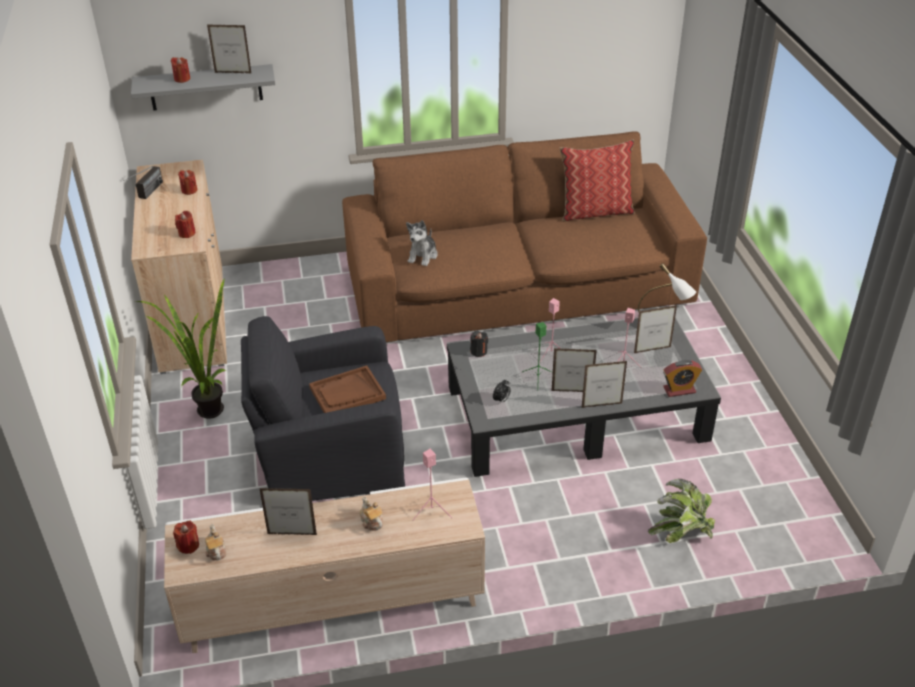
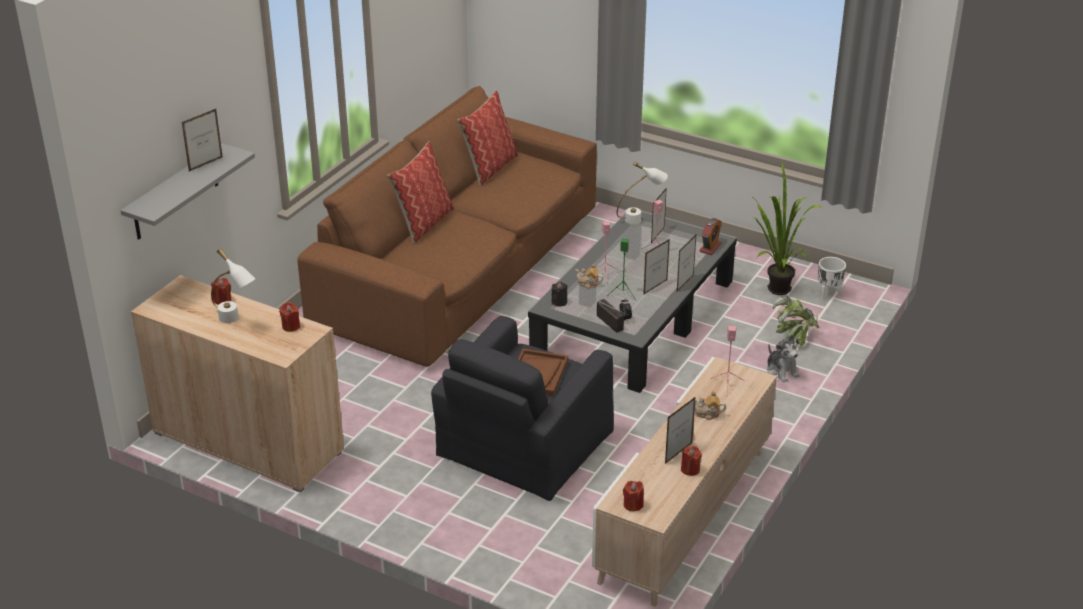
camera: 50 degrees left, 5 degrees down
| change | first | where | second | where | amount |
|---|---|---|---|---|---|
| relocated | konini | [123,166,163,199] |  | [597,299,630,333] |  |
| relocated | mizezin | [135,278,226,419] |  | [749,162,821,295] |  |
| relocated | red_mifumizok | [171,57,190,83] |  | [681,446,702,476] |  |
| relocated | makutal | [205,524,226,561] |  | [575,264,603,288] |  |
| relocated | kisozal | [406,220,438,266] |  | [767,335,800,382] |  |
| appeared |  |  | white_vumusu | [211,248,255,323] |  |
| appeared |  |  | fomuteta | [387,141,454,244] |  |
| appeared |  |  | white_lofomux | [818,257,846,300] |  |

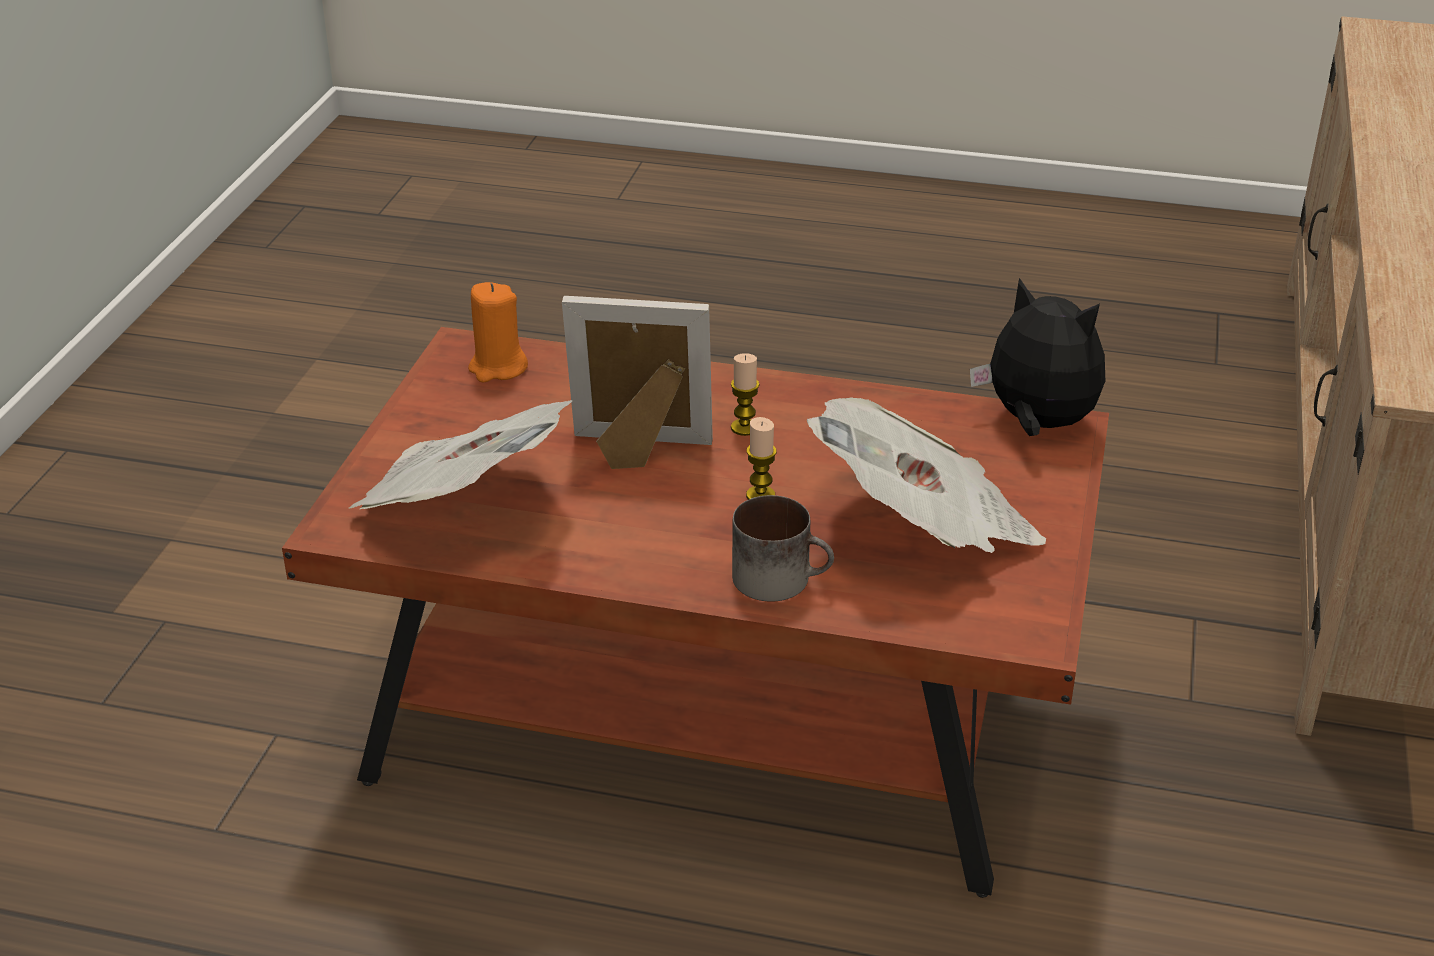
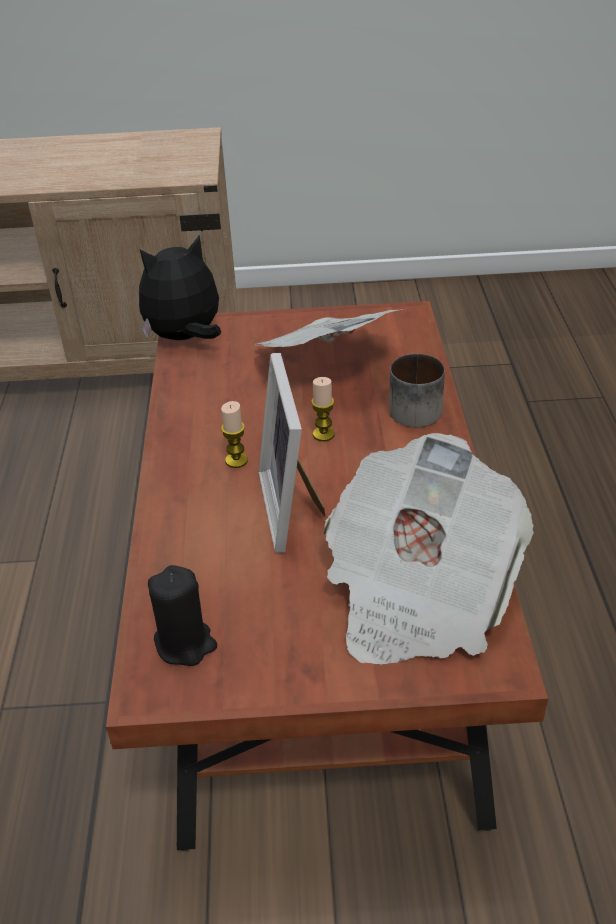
camera: 105 degrees left, 5 degrees up
| change | first | where | second | where | amount |
|---|---|---|---|---|---|
| colour | orange_mifumizok | [468,282,528,383] | black_mifumizok | [148,565,217,666] |  |
| spun | kisozal | [970,278,1105,436] |  | [139,235,221,340] | 45 degrees clockwise |

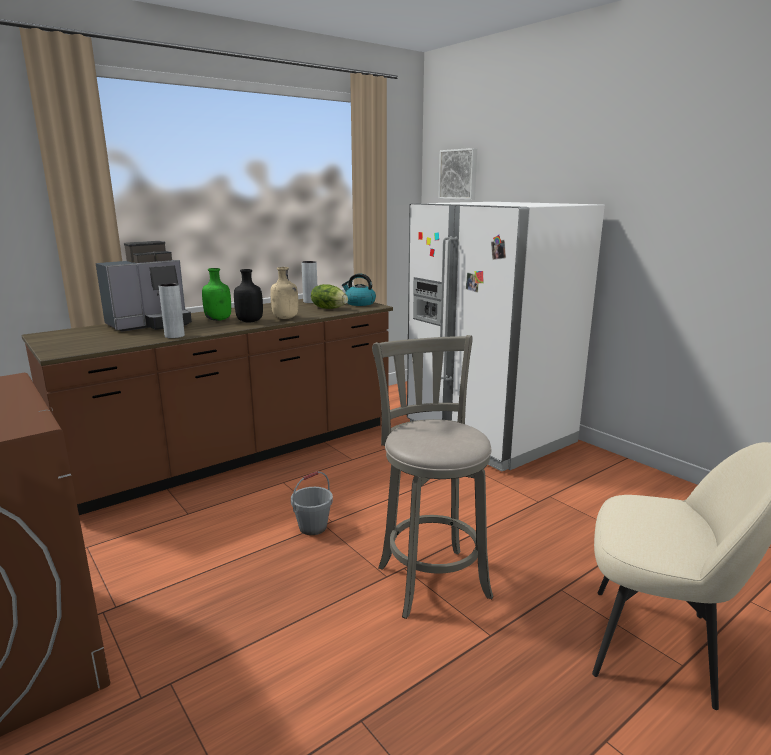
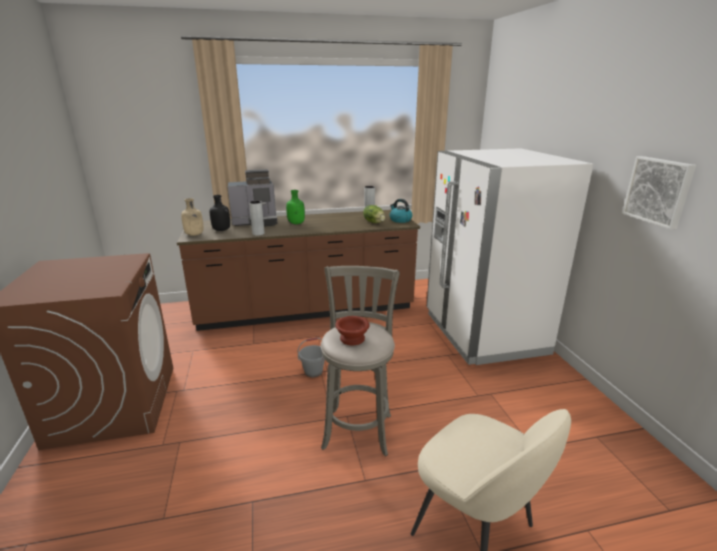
camera: 25 degrees right, 5 degrees up
| change | first | where | second | where | amount |
|---|---|---|---|---|---|
| relocated | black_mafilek | [234,269,263,322] |  | [210,195,230,231] |  |
| relocated | beige_mafilek | [270,267,298,319] |  | [181,198,203,236] |  |
| relocated | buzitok | [438,148,477,200] |  | [622,156,696,229] |  |
| appeared |  |  | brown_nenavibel | [335,316,369,345] |  |

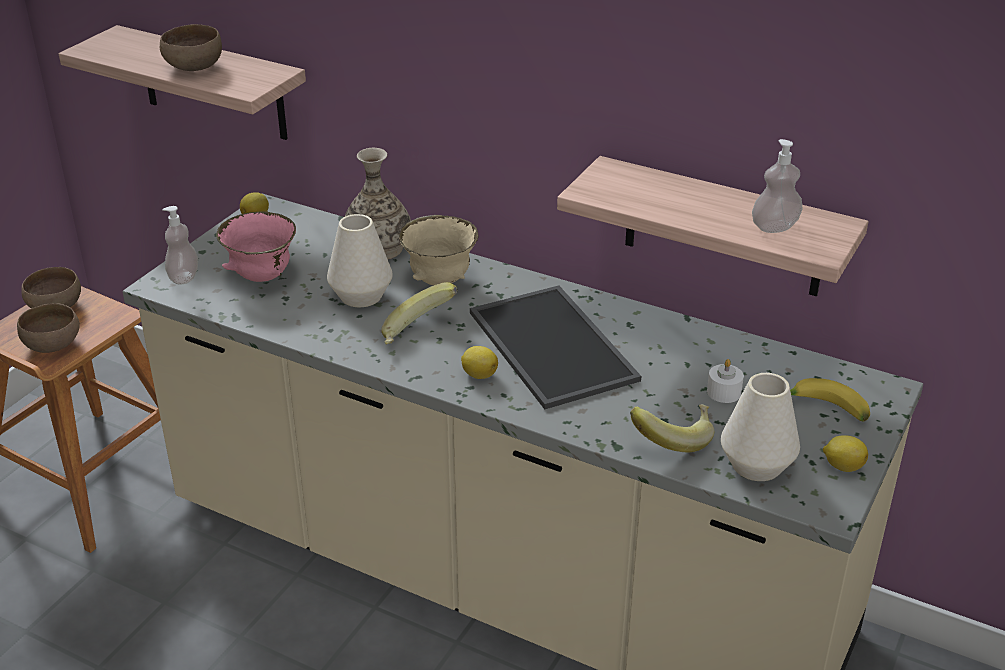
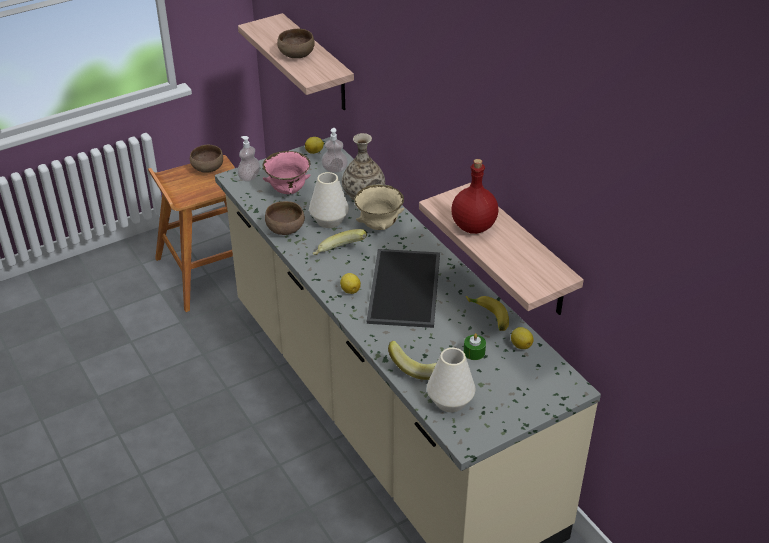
camera: 30 degrees right, 5 degrees up
| change | first | where | second | where | amount |
|---|---|---|---|---|---|
| relocated | brown_nenavibel | [17,303,80,353] |  | [265,201,305,235] |  |
| colour | white_mifumizok | [707,359,744,403] | green_mifumizok | [464,333,486,360] |  |
| relocated | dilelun | [752,139,802,233] |  | [321,128,348,173] |  |
| relocated | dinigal | [790,378,870,422] |  | [466,296,509,331] |  |
| relocated | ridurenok | [823,435,868,472] |  | [511,327,534,349] |  |
| appeared |  |  | red_mafilek | [451,159,498,234] |  |

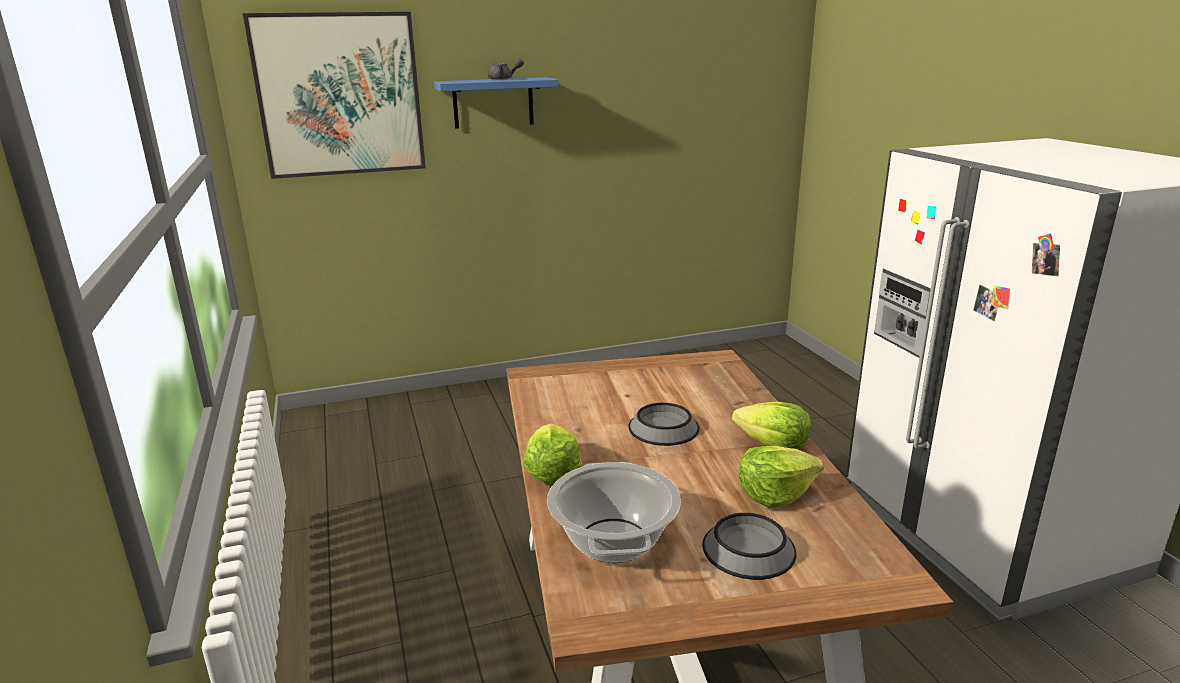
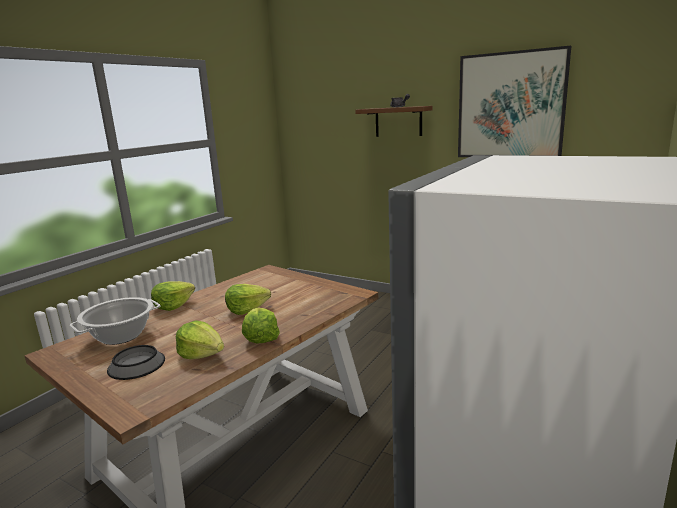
camera: 50 degrees right, 5 degrees down
| change | first | where | second | where | amount |
|---|---|---|---|---|---|
| relocated | buzitok | [243,12,426,179] |  | [458,46,571,157] |  |
| colour | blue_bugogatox | [434,77,559,129] | brown_bugogatox | [355,106,433,137] |  |
| exchanged | nenavibel | [628,403,699,446] | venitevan | [225,284,271,315] |  |

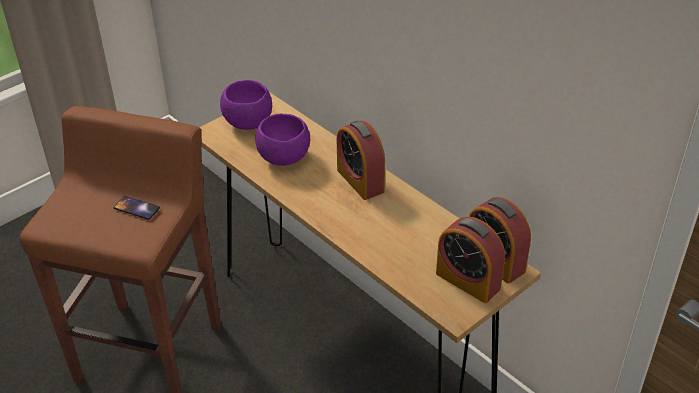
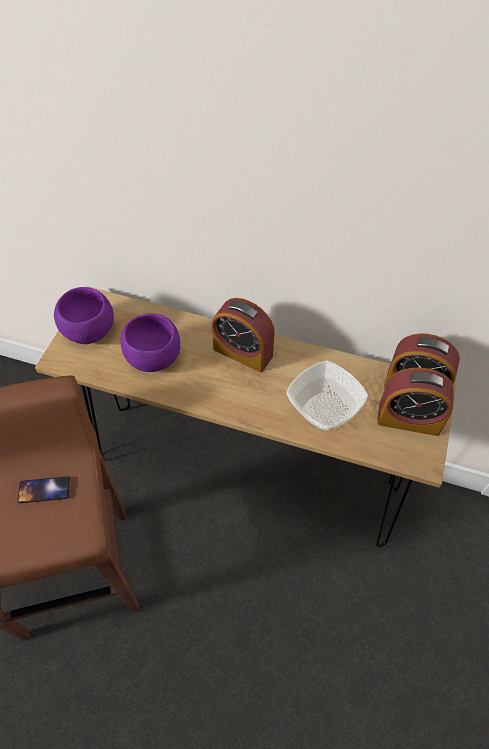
camera: 30 degrees left, 15 degrees up
| change | first | where | second | where | amount |
|---|---|---|---|---|---|
| appeared |  |  | nenavibel | [286,360,368,431] |  |

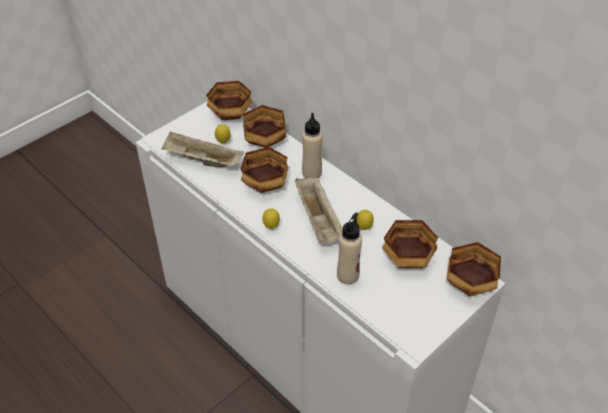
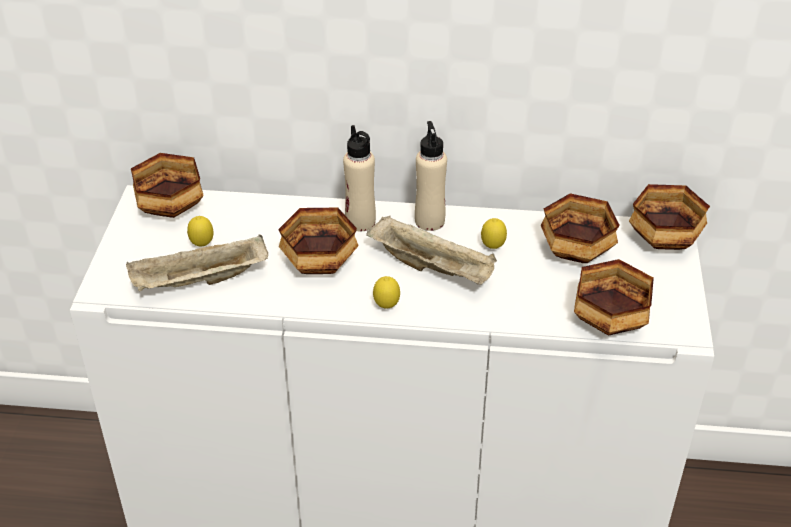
camera: 40 degrees left, 5 degrees down
| change | first | where | second | where | amount |
|---|---|---|---|---|---|
| relocated | nenavibel | [243,105,286,148] |  | [574,259,654,336] |  |
| relocated | beige_mafilek | [337,213,362,285] |  | [415,121,447,231] |  |

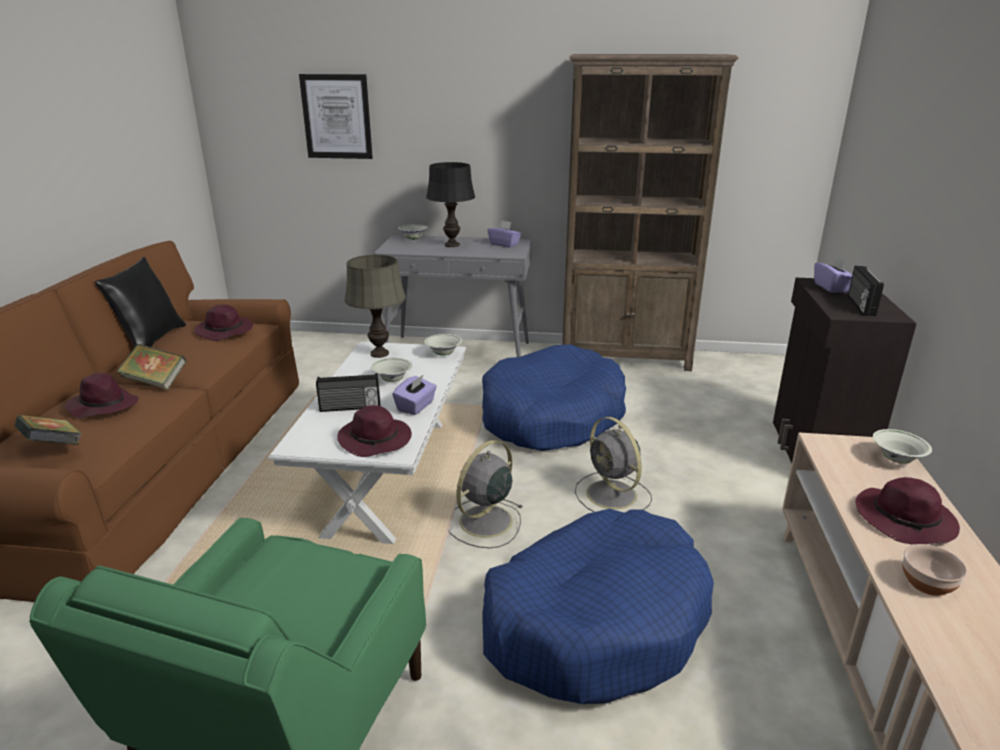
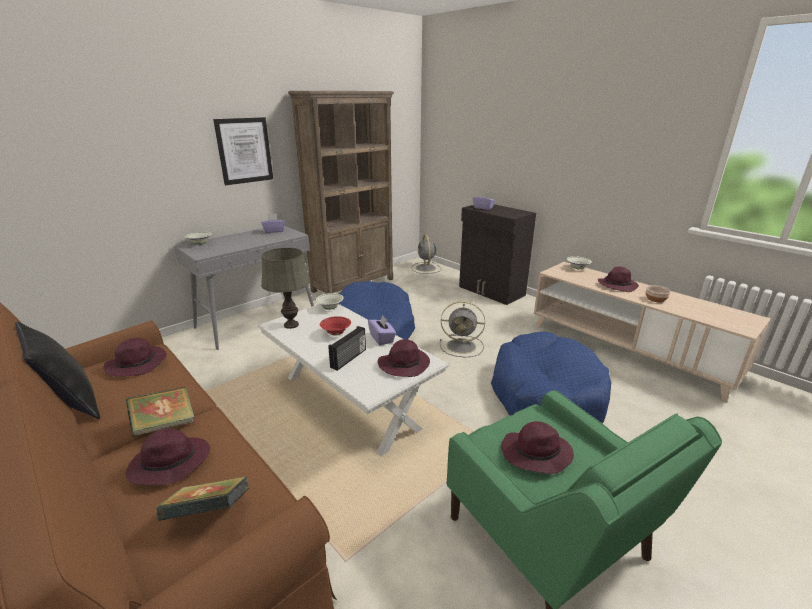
camera: 50 degrees left, 0 degrees up
| change | first | where | second | where | amount |
|---|---|---|---|---|---|
| relocated | buzitok | [299,74,373,159] |  | [213,117,273,185] |  |
| colour | white_nenavibel | [371,358,413,382] | red_nenavibel | [320,316,351,336] |  |
| missing | black_vumusu | [426,162,475,247] |  |  |  |
| relocated | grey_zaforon | [448,440,523,548] |  | [412,235,441,274] |  |
| missing | konini | [848,266,884,316] |  |  |  |
| appeared |  |  | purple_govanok | [501,421,574,474] |  |

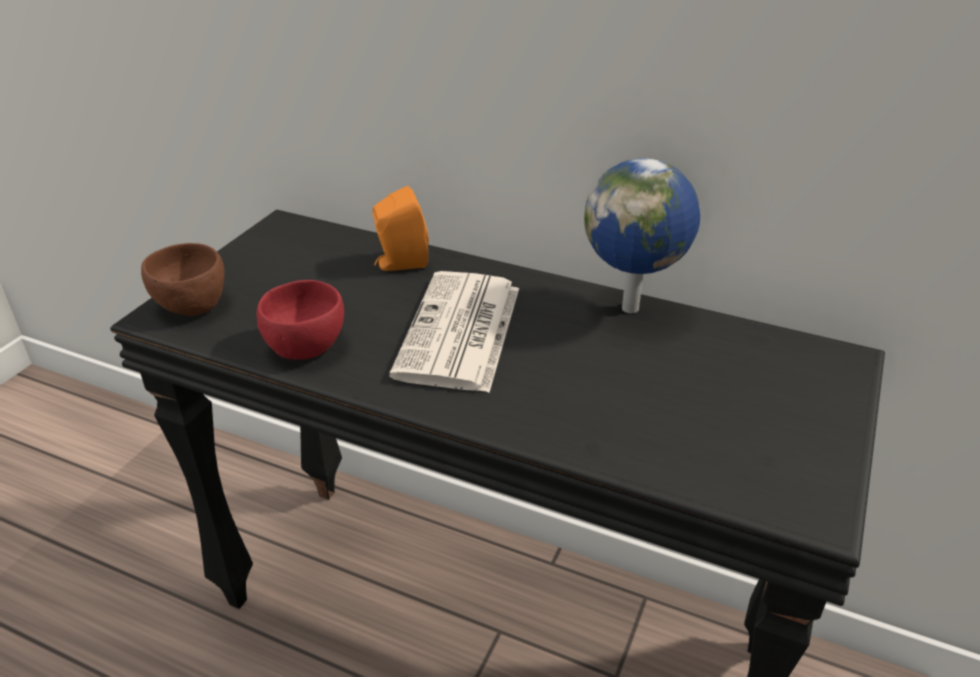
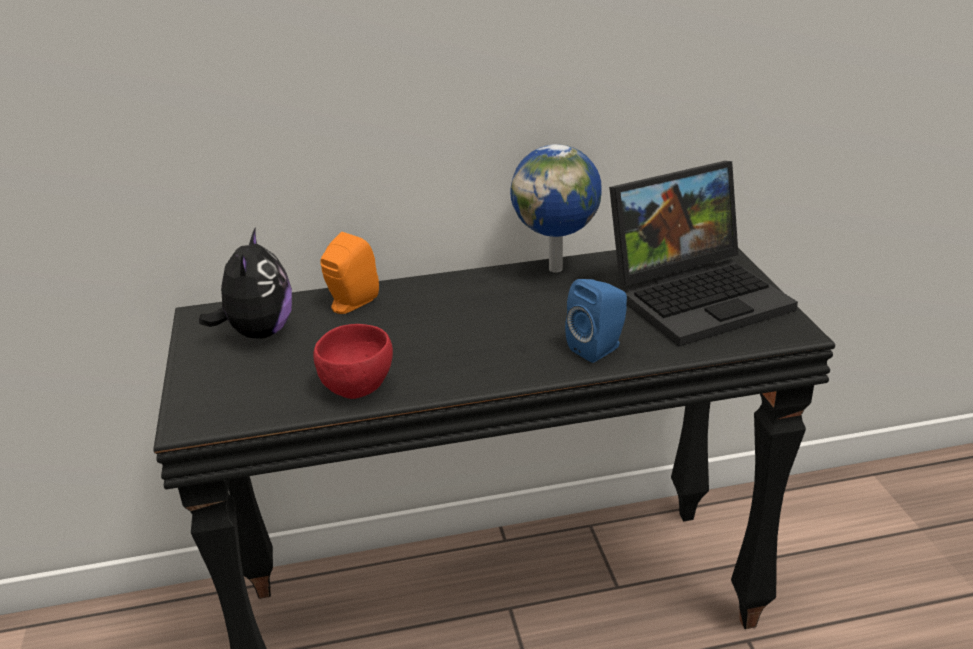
camera: 35 degrees left, 5 degrees down
| change | first | where | second | where | amount |
|---|---|---|---|---|---|
| missing | brown_nenavibel | [141,243,224,316] |  |  |  |
| missing | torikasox | [389,271,519,393] |  |  |  |
| appeared |  |  | kisozal | [199,227,292,339] |  |
| appeared |  |  | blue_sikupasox | [565,279,627,363] |  |
| appeared |  |  | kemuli | [609,161,798,346] |  |

